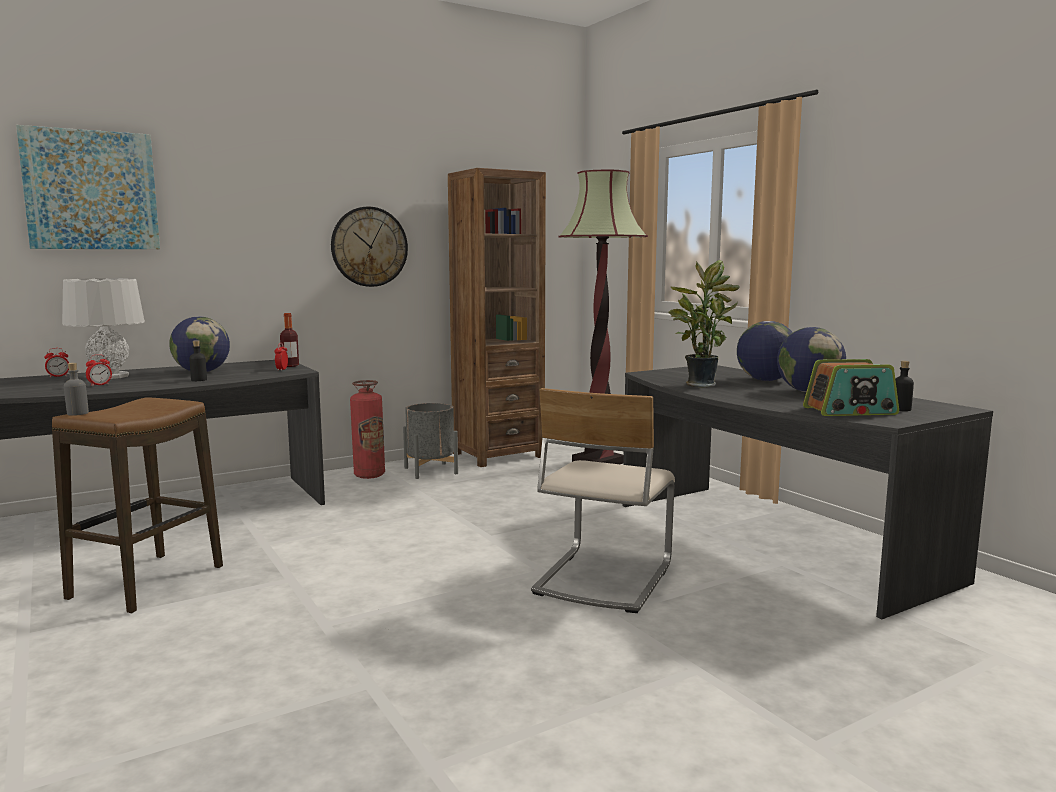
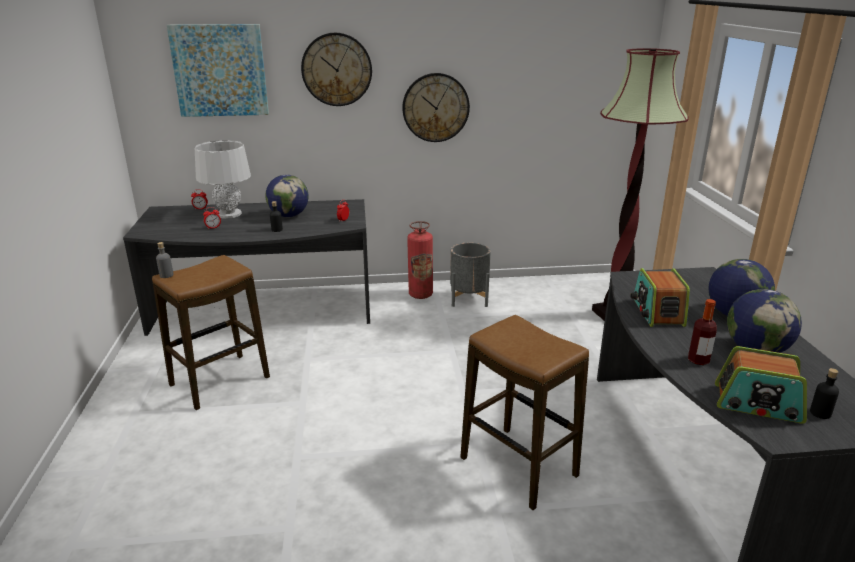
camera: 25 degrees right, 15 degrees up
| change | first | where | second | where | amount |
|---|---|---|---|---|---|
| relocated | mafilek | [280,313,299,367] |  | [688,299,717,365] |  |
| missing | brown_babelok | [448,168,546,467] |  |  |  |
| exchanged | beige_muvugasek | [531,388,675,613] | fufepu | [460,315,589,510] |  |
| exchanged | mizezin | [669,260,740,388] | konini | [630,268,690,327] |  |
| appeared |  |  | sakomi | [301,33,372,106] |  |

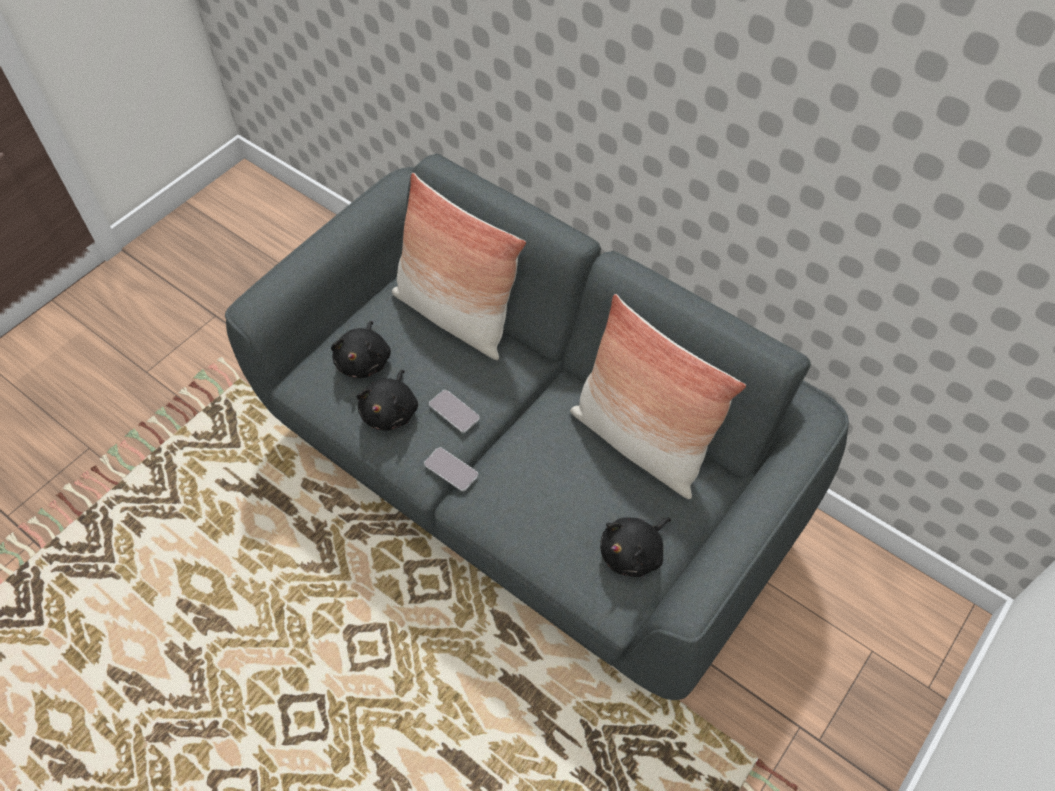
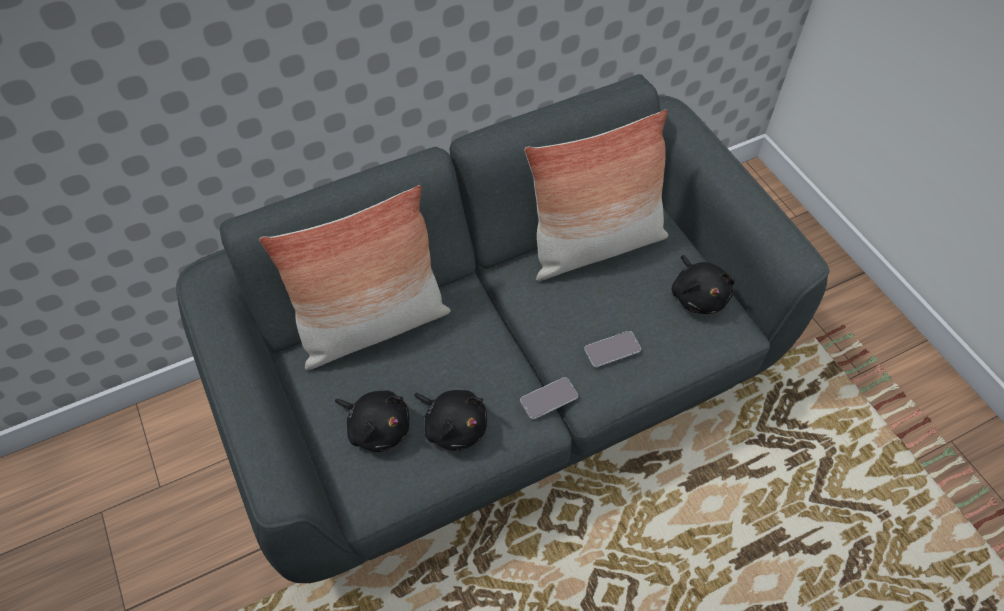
camera: 65 degrees left, 0 degrees up
| change | first | where | second | where | amount |
|---|---|---|---|---|---|
| relocated | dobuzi | [429,390,480,433] |  | [584,331,641,368] |  |

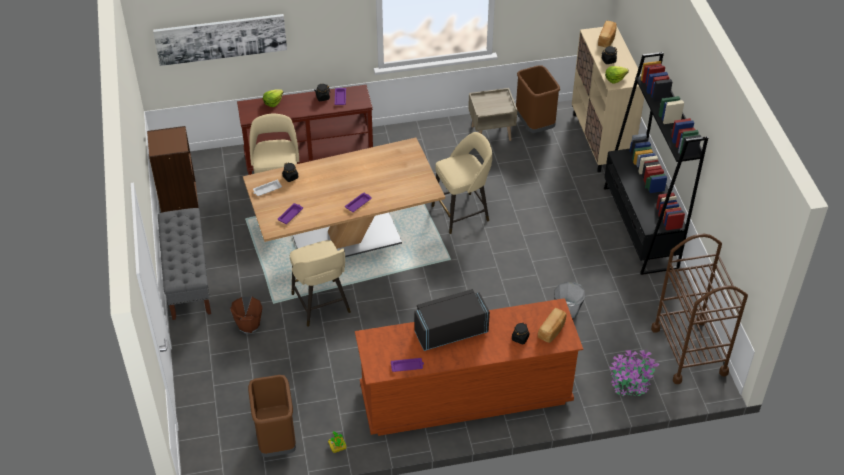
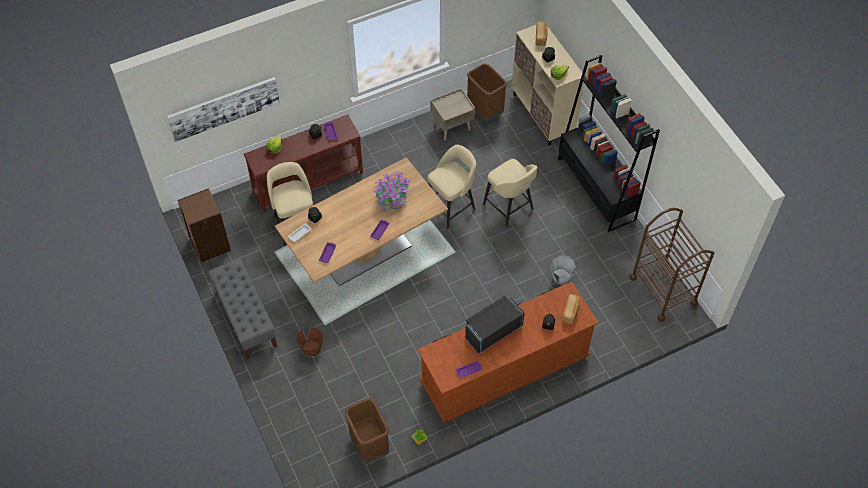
camera: 15 degrees left, 10 degrees up
| change | first | where | second | where | amount |
|---|---|---|---|---|---|
| relocated | beige_fufepu | [290,240,351,327] |  | [483,159,537,228] |  |
| relocated | mizezin | [610,350,659,397] |  | [373,171,411,211] |  |

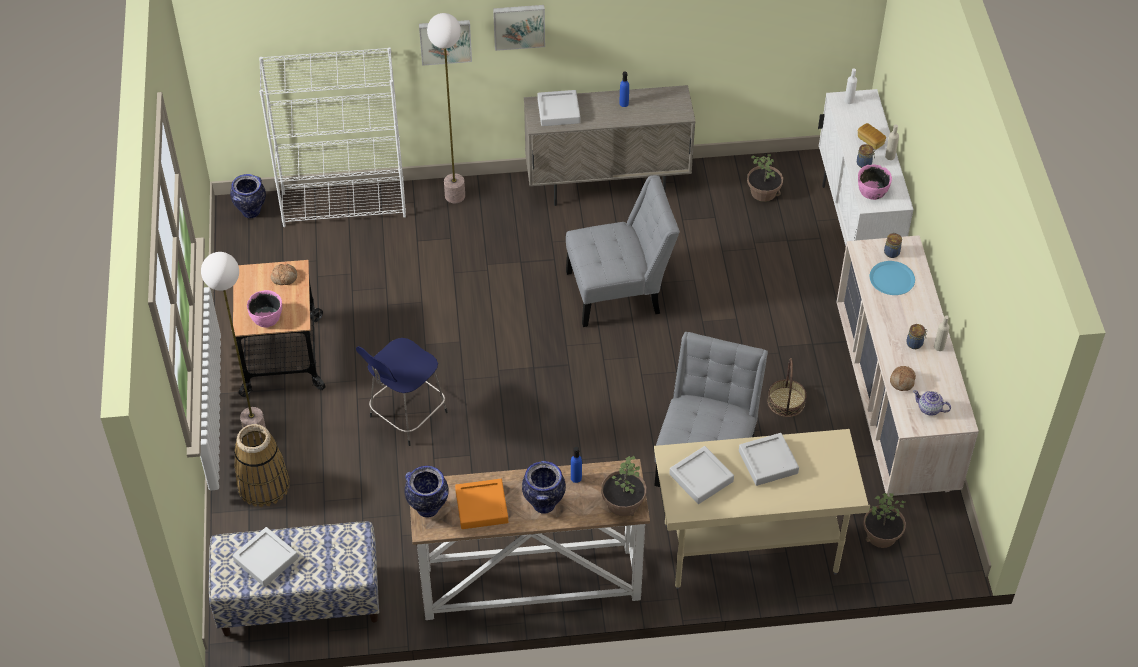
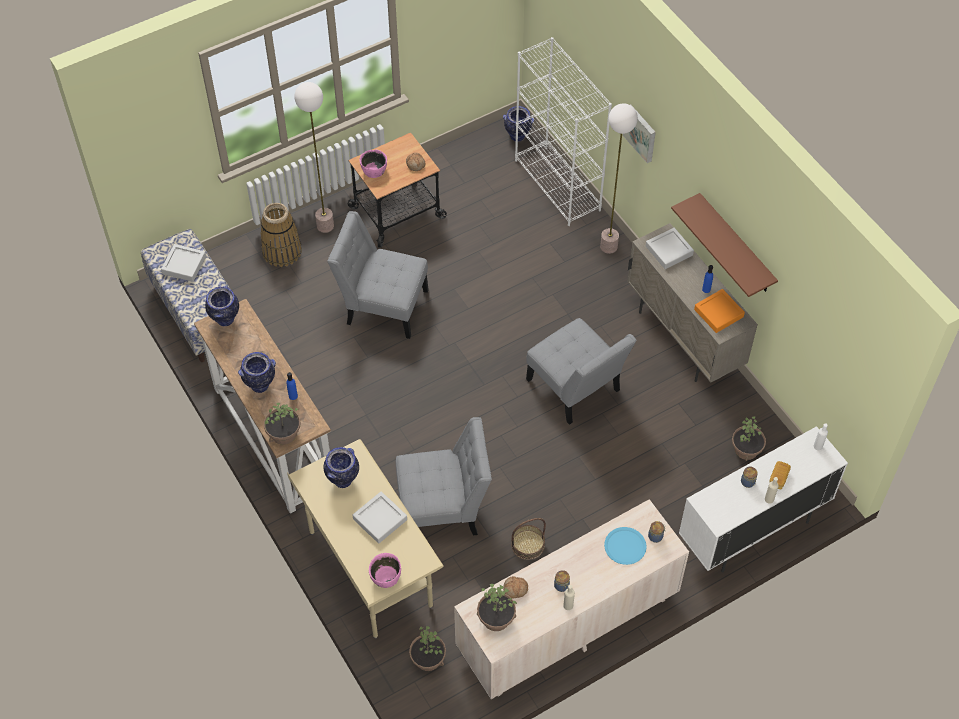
camera: 65 degrees right, 5 degrees up
| change | first | where | second | where | amount |
|---|---|---|---|---|---|
| exchanged | blue_fufepu | [356,338,448,446] | grey_muvugasek | [327,211,429,339] |  |
| relocated | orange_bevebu | [455,479,508,529] |  | [694,289,745,333] |  |
| missing | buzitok | [493,5,545,51] |  |  |  |
| exchanged | grey_bevebu | [669,446,734,504] | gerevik | [324,447,359,488] |  |
| relocated | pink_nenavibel | [858,164,892,200] |  | [369,553,401,588] |  |
| exchanged | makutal | [913,390,951,416] | mizezin | [477,584,517,631] |  |
| appeared |  |  | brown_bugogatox | [671,193,778,297] |  |

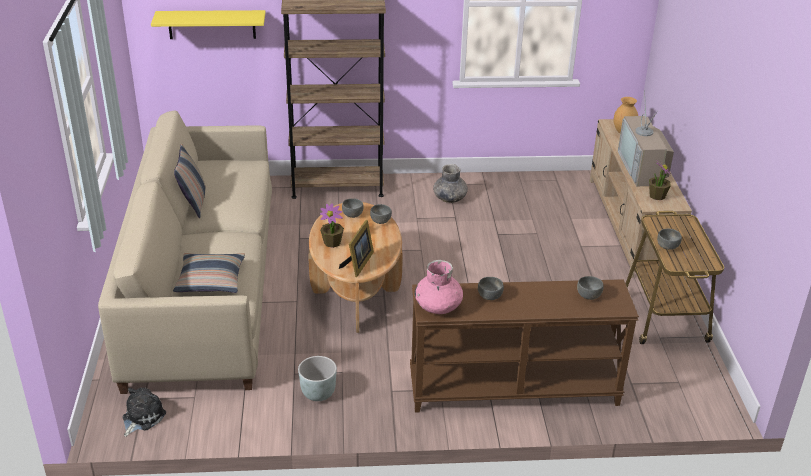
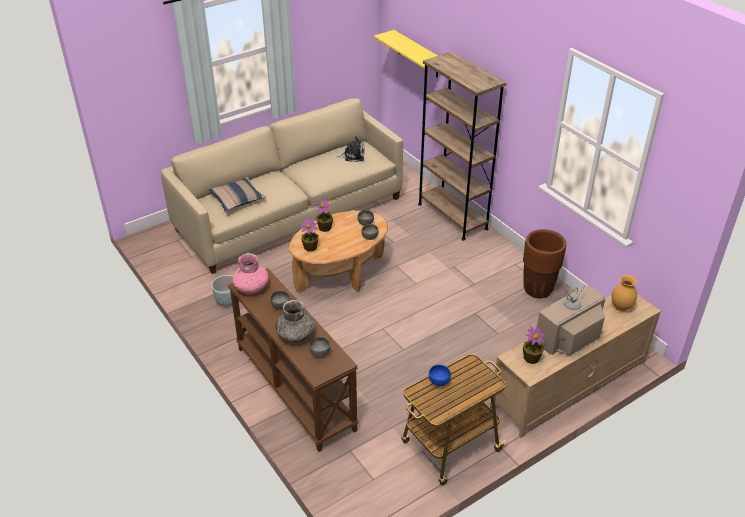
camera: 60 degrees right, 5 degrees up
| change | first | where | second | where | amount |
|---|---|---|---|---|---|
| relocated | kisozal | [122,388,166,437] |  | [336,136,365,162] |  |
| missing | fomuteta | [174,144,206,218] |  |  |  |
| exchanged | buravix | [339,220,374,277] | mizezin | [300,218,319,252] |  |
| relocated | grey_gerevik | [433,164,468,203] |  | [276,300,314,343] |  |
| colour | grey_nenavibel | [657,229,682,250] | blue_nenavibel | [429,365,451,386] |  |
| appeared |  |  | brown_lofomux | [523,229,566,298] |  |

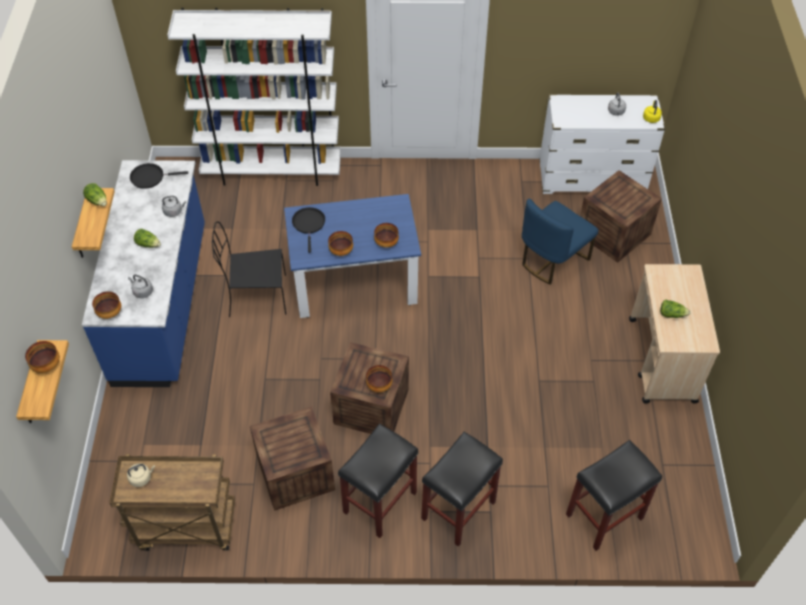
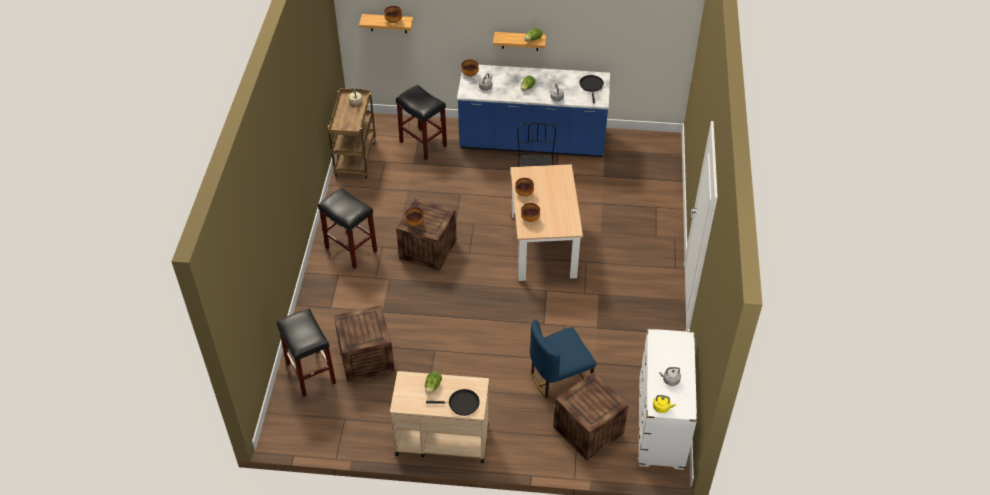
camera: 95 degrees right, 5 degrees down
| change | first | where | second | where | amount |
|---|---|---|---|---|---|
| missing | white_babelok | [167,7,341,186] |  |  |  |
| relocated | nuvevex | [250,406,335,511] |  | [334,305,395,382] |  |
| colour | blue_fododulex | [284,194,421,318] | beige_fododulex | [510,164,583,281] |  |
| relocated | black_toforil | [292,207,325,253] |  | [426,389,480,416] |  |
| relocated | black_fufepu | [421,432,503,547] |  | [396,85,447,160] |  |
| spun | blue_muvugasek | [522,199,598,285] |  | [530,319,596,398] | 75 degrees counterclockwise |

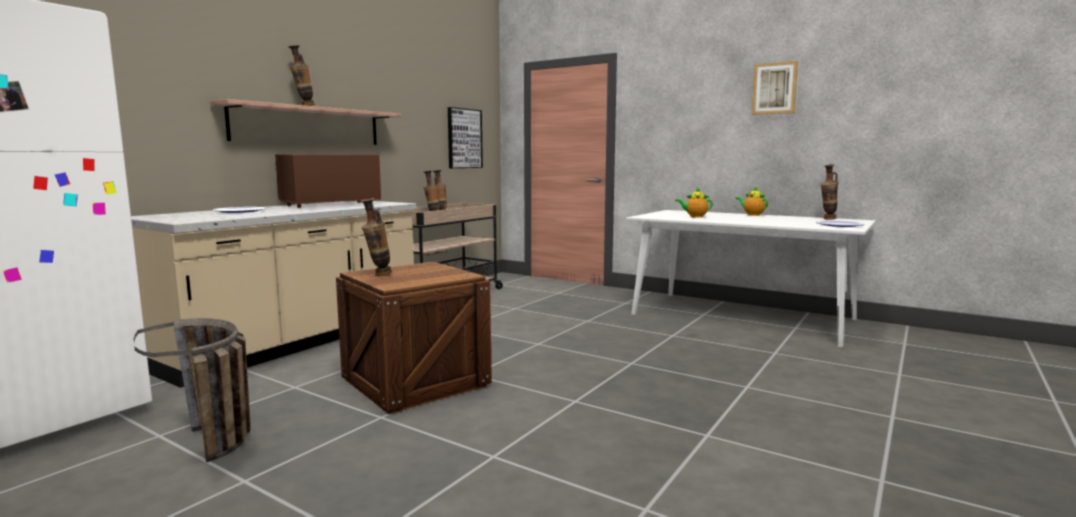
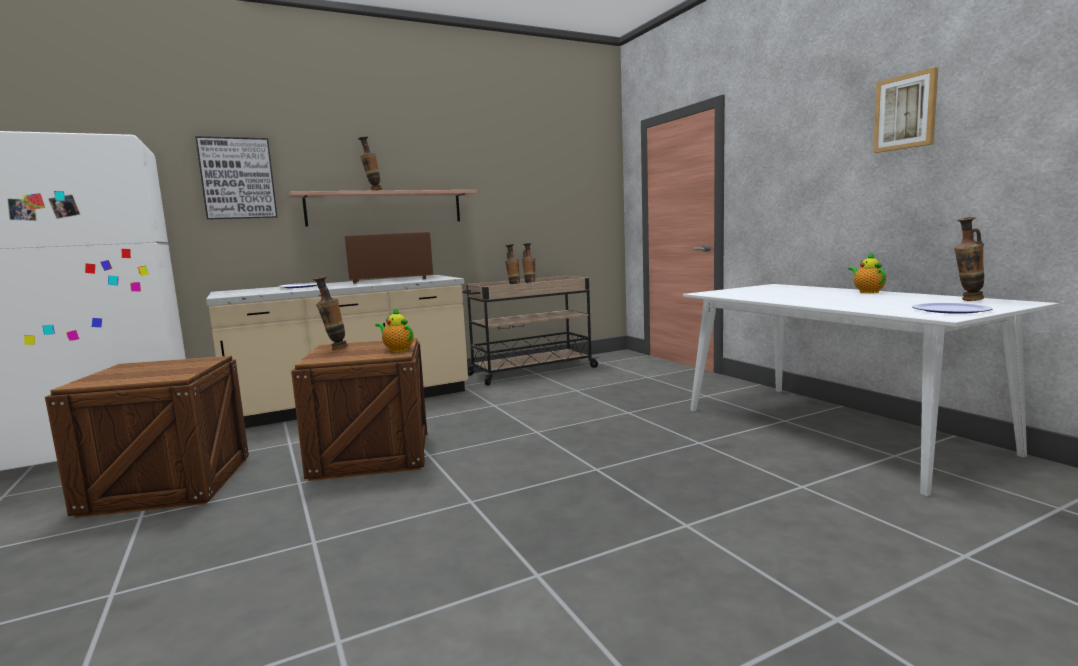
camera: 30 degrees right, 0 degrees up
| change | first | where | second | where | amount |
|---|---|---|---|---|---|
| exchanged | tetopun | [134,318,251,462] | nuvevex | [45,356,249,518] |  |
| relocated | buzitok | [448,107,483,168] |  | [195,136,277,220] |  |
| relocated | makutal | [675,187,713,218] |  | [375,308,414,352] |  |

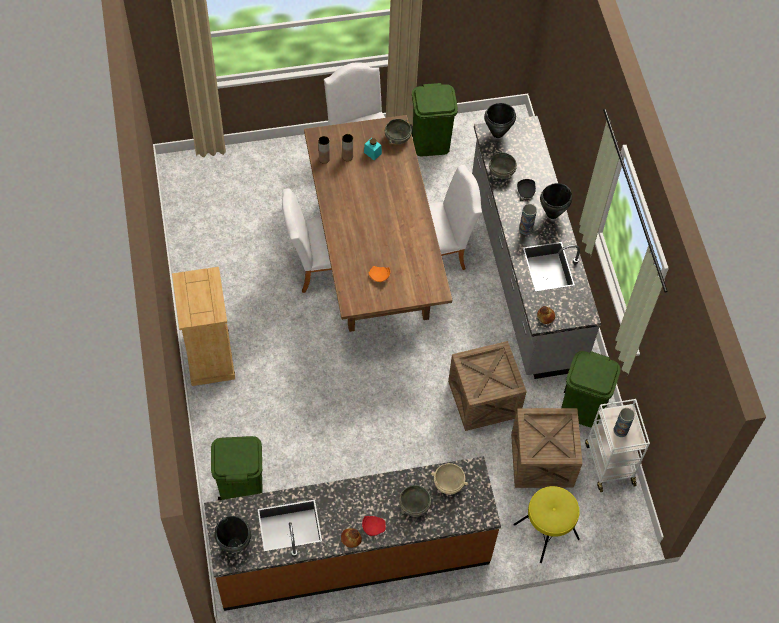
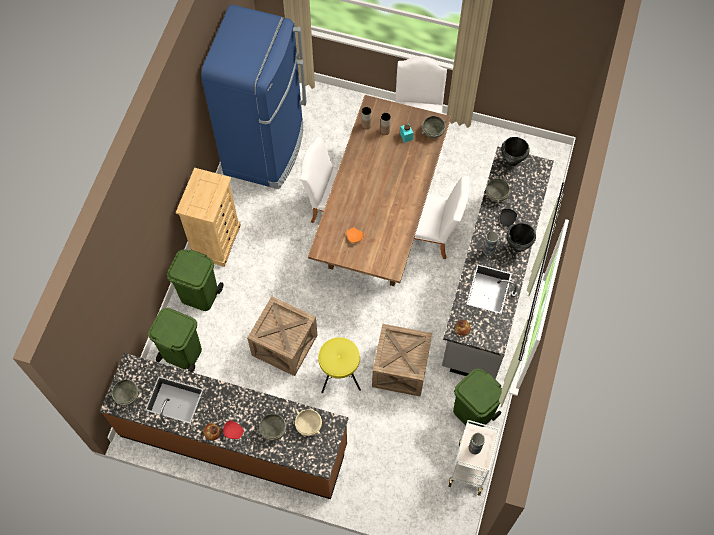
camera: 30 degrees right, 5 degrees up
| change | first | where | second | where | amount |
|---|---|---|---|---|---|
| exchanged | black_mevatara | [214,516,251,553] | grey_nenavibel | [109,379,142,406] |  |
| relocated | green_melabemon | [410,83,458,156] |  | [167,249,223,311] |  |
| relocated | nuvevex | [511,408,582,488] |  | [247,296,317,376] |  |
| relocated | yellow_fufepu | [513,486,580,563] |  | [318,337,361,394] |  |
| appeared |  |  | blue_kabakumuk | [201,5,306,189] |  |

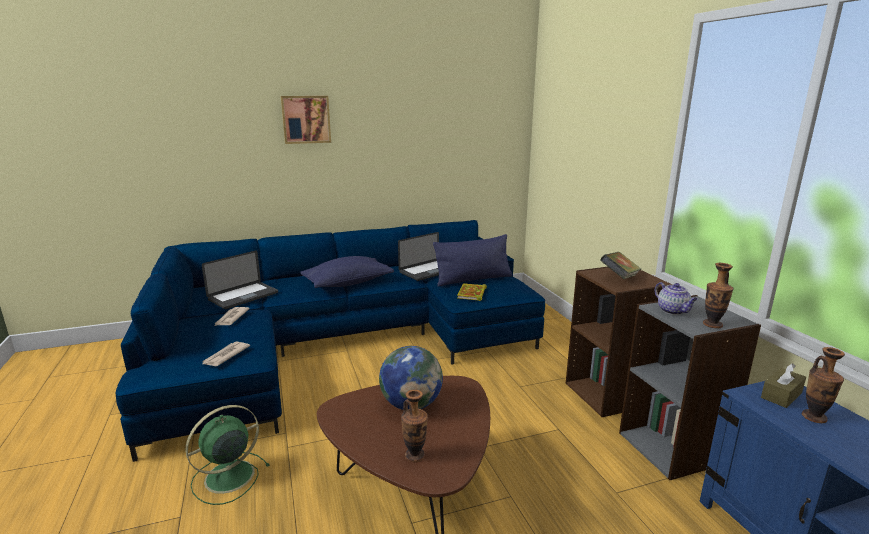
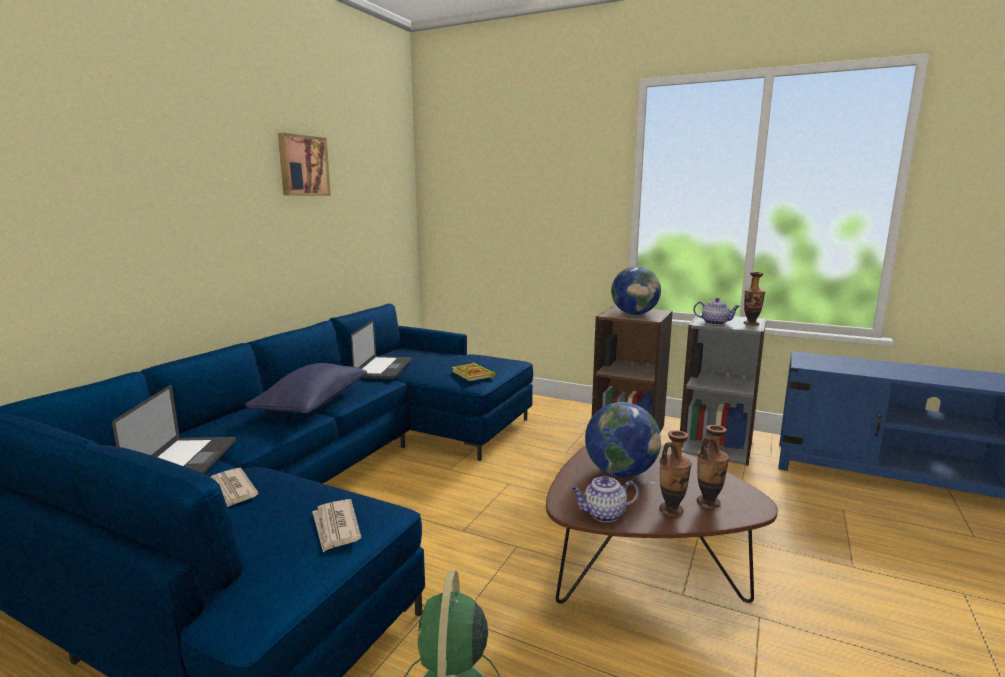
camera: 45 degrees left, 5 degrees down
| change | first | where | second | where | amount |
|---|---|---|---|---|---|
| relocated | buzitok | [281,96,331,144] |  | [278,133,331,196] |  |
| missing | blue_fomuteta | [433,234,512,286] |  |  |  |
| exchanged | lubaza | [600,252,641,279] | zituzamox | [611,266,661,315] |  |
| missing | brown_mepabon | [761,364,806,408] |  |  |  |
| relocated | gerevik | [802,347,845,423] |  | [659,430,692,516] |  |
| appeared |  |  | makutal | [571,476,639,522] |  |

